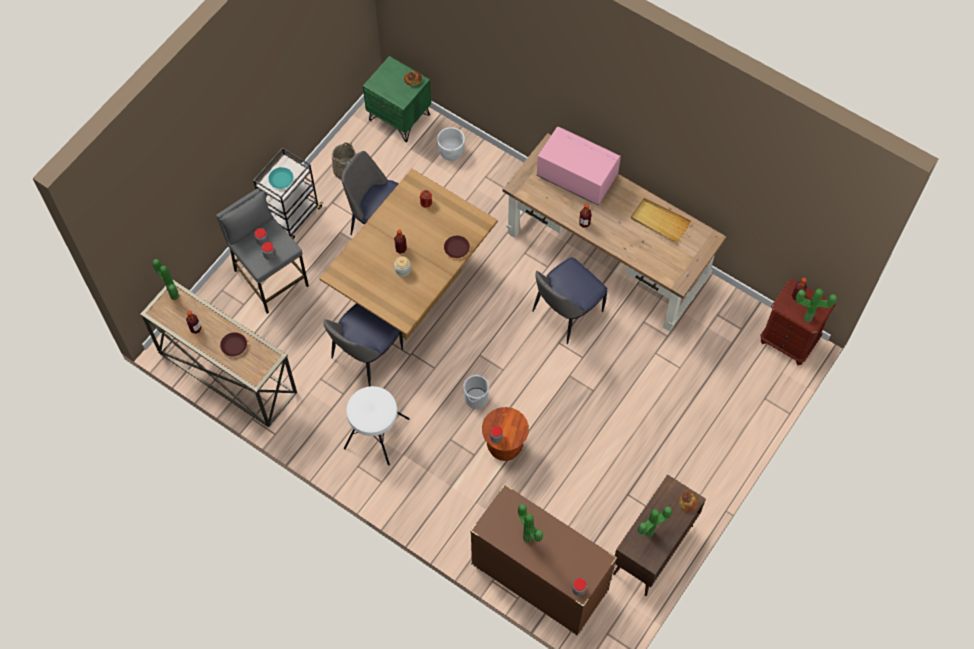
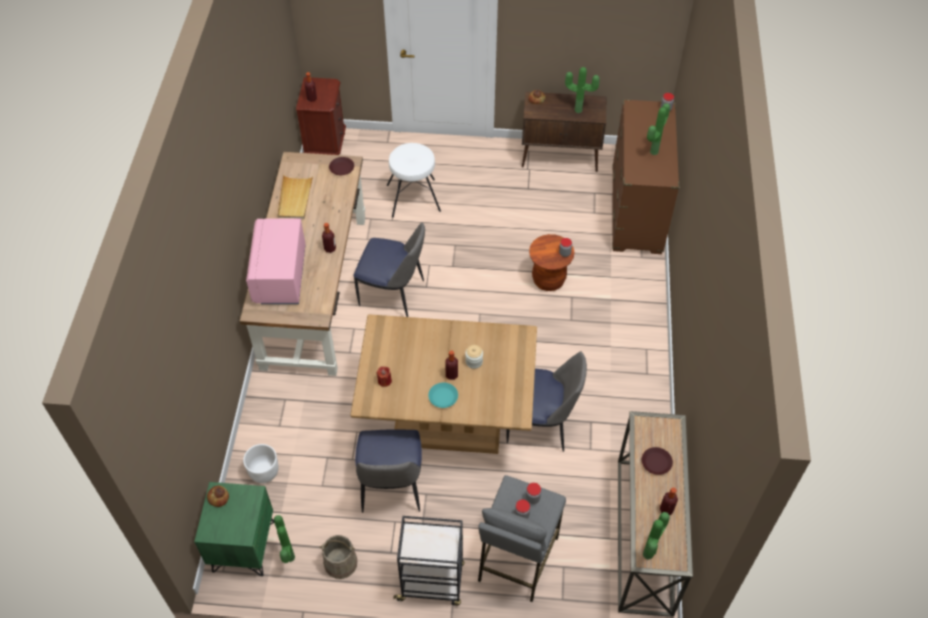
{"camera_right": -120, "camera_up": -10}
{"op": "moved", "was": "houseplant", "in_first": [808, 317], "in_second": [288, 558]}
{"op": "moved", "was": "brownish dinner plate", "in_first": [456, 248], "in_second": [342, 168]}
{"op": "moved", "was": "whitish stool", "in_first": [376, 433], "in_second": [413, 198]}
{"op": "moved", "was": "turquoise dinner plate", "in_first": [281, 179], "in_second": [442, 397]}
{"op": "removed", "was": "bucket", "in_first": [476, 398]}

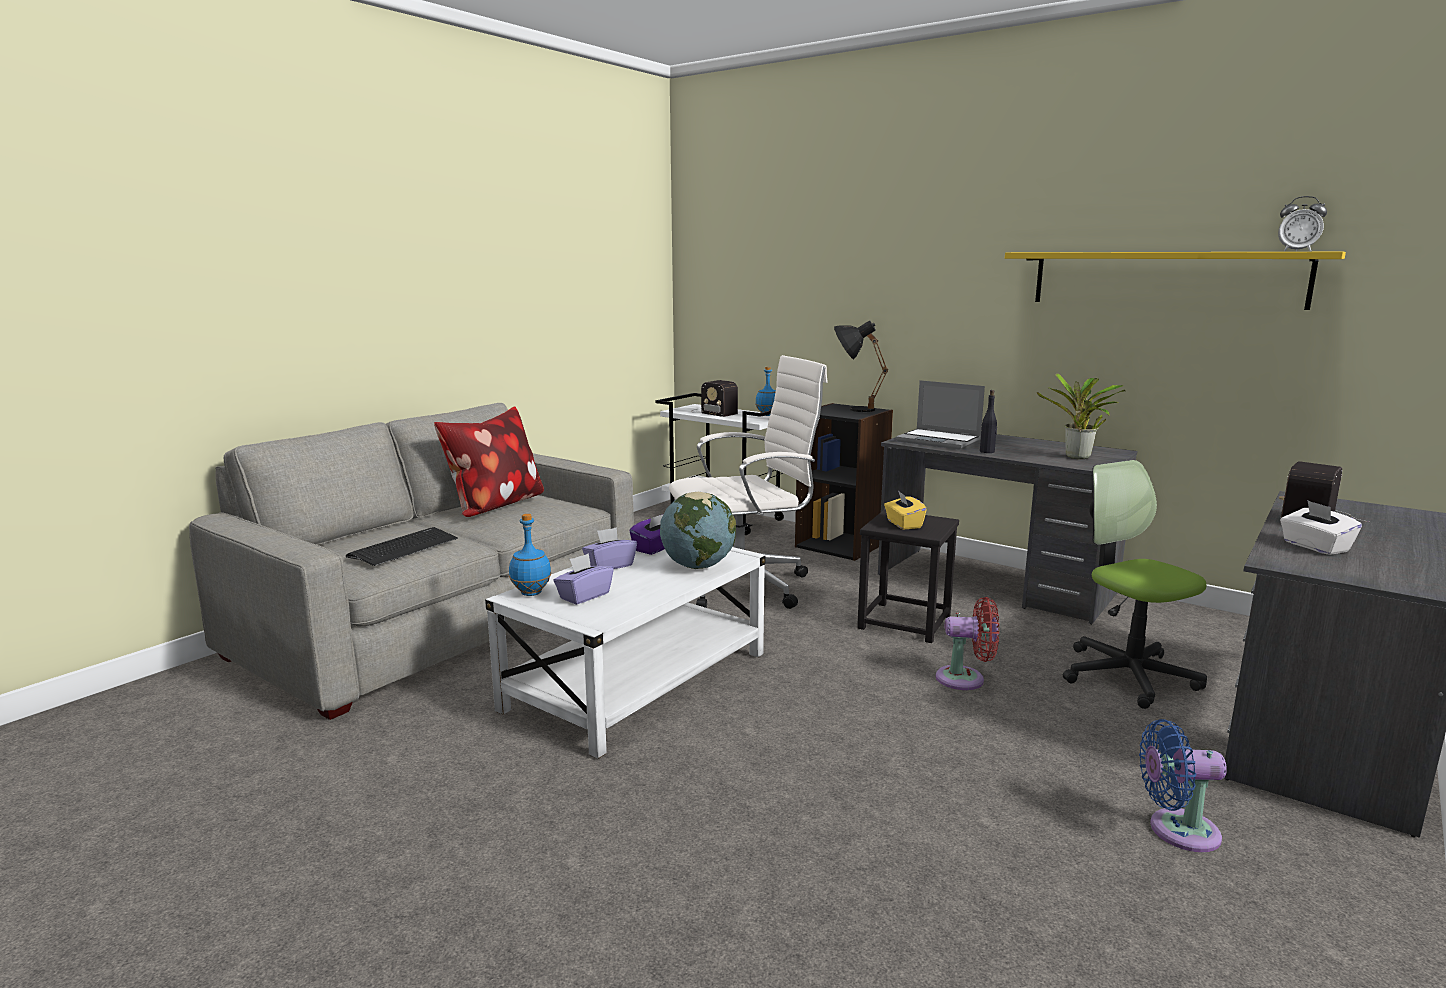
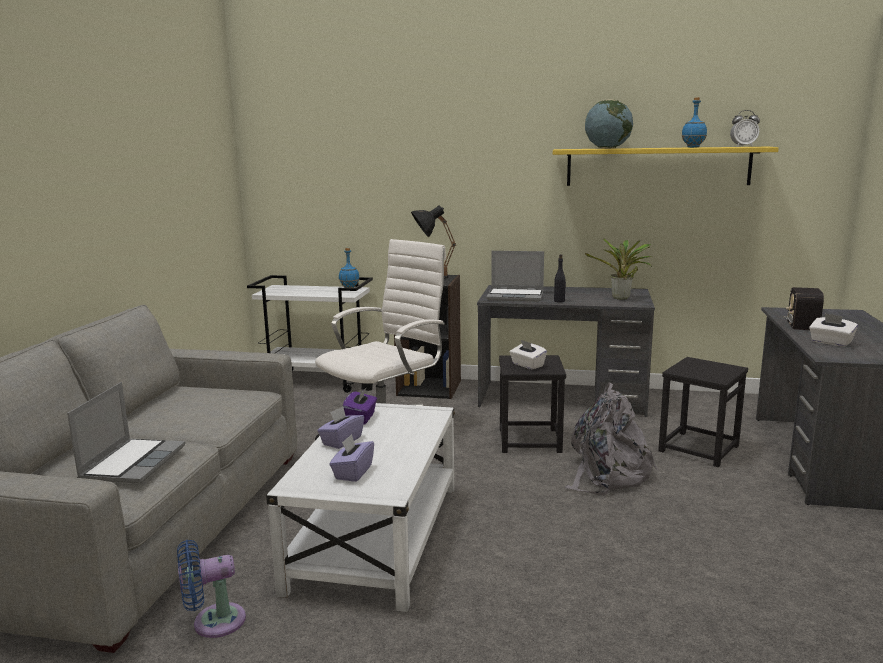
{"camera_right": -25, "camera_up": 0}
{"op": "replaced", "was": "PC keyboard", "now": "notebook computer", "in_first": [404, 548], "in_second": [133, 462]}
{"op": "moved", "was": "blue electric fan", "in_first": [1176, 830], "in_second": [213, 622]}
{"op": "recoloured", "was": "yellow tissue box", "now": "whitish tissue box", "in_first": [903, 524], "in_second": [527, 365]}
{"op": "replaced", "was": "red electric fan", "now": "gray backpack", "in_first": [965, 679], "in_second": [607, 475]}
{"op": "moved", "was": "desk globe", "in_first": [698, 566], "in_second": [607, 148]}
{"op": "replaced", "was": "office chair", "now": "blackish stool", "in_first": [1128, 675], "in_second": [698, 448]}
{"op": "moved", "was": "blue drink bottle", "in_first": [531, 593], "in_second": [693, 147]}
{"op": "removed", "was": "cushion", "in_first": [495, 506]}
{"op": "removed", "was": "radio set", "in_first": [712, 412]}

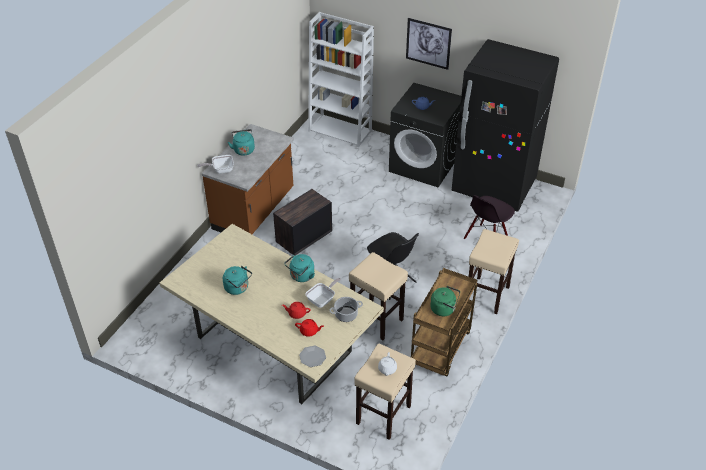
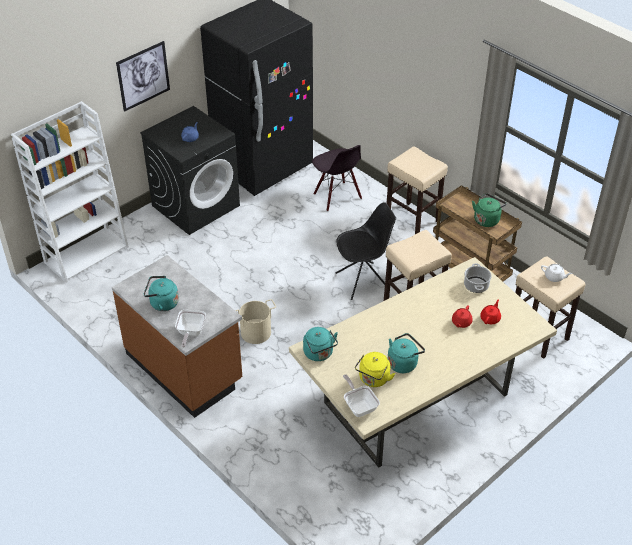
{"camera_right": -70, "camera_up": 0}
{"op": "replaced", "was": "shipping crate", "now": "beige bucket", "in_first": [304, 235], "in_second": [255, 332]}
{"op": "moved", "was": "turquoise water kettle", "in_first": [301, 276], "in_second": [319, 354]}
{"op": "moved", "was": "pan", "in_first": [322, 300], "in_second": [359, 406]}
{"op": "added", "now": "yellow water kettle", "in_second": [373, 379]}
{"op": "removed", "was": "dinner plate", "in_first": [312, 357]}

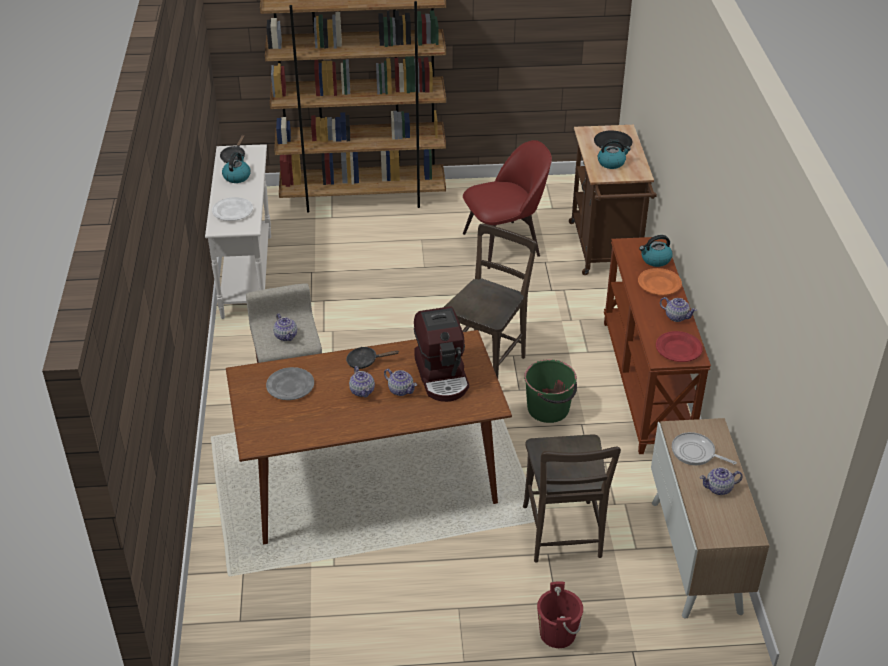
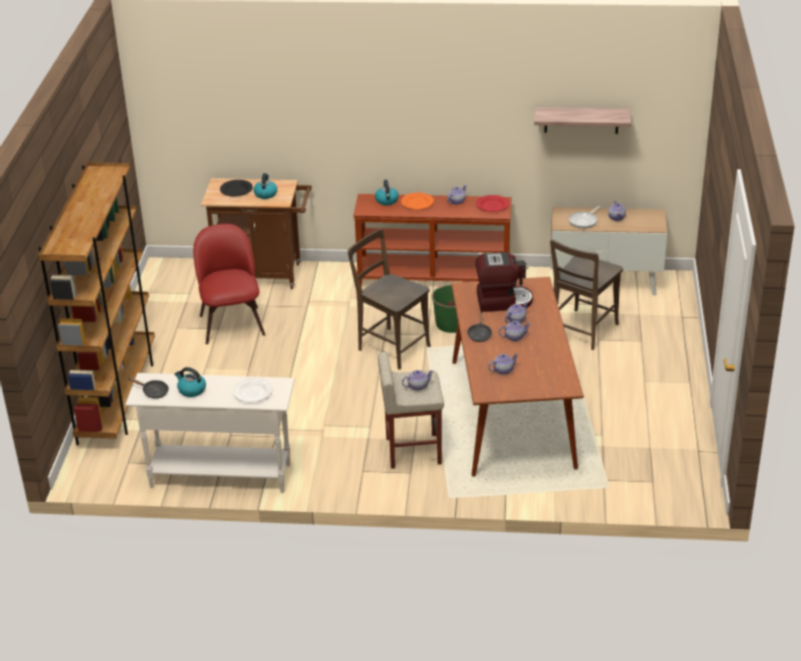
{"camera_right": -80, "camera_up": -5}
{"op": "replaced", "was": "gray dinner plate", "now": "pot for tea", "in_first": [290, 386], "in_second": [502, 370]}
{"op": "added", "now": "shelf", "in_second": [581, 120]}
{"op": "turned", "was": "brownish upright chair", "in_first": [562, 535], "in_second": [582, 331], "clockwise": 120}
{"op": "removed", "was": "red bucket", "in_first": [557, 633]}

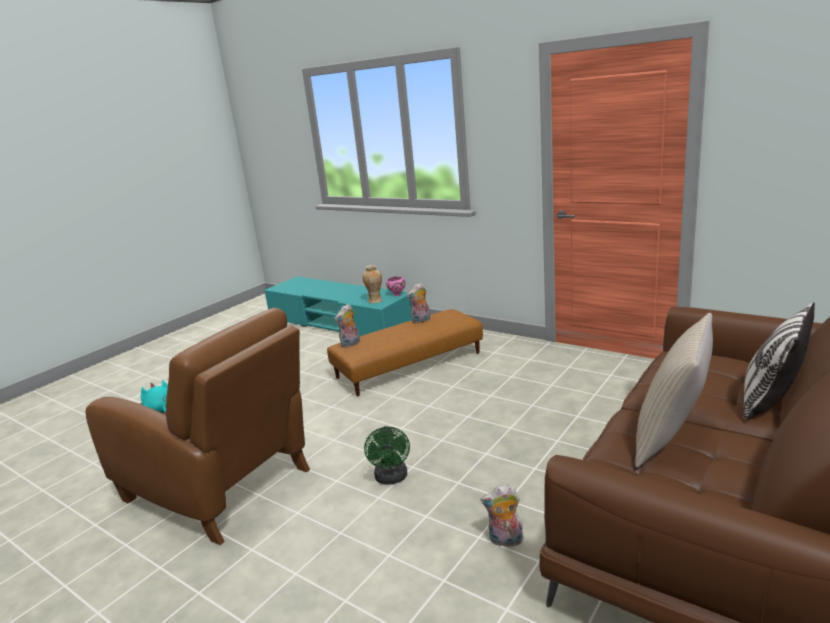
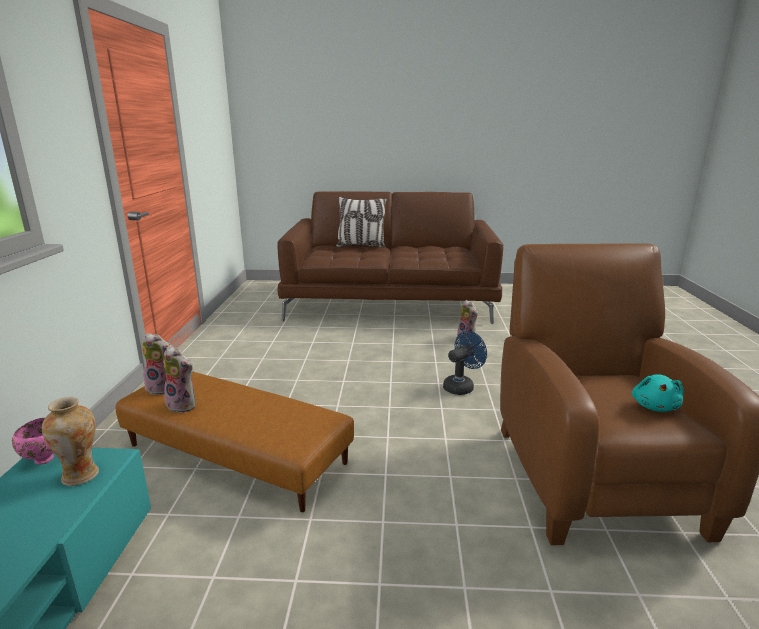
{"camera_right": -125, "camera_up": 0}
{"op": "moved", "was": "cuddly toy", "in_first": [350, 344], "in_second": [163, 388]}
{"op": "recoloured", "was": "green-coloured electric fan", "now": "blue electric fan", "in_first": [391, 478], "in_second": [461, 386]}
{"op": "removed", "was": "beige cushion", "in_first": [671, 438]}

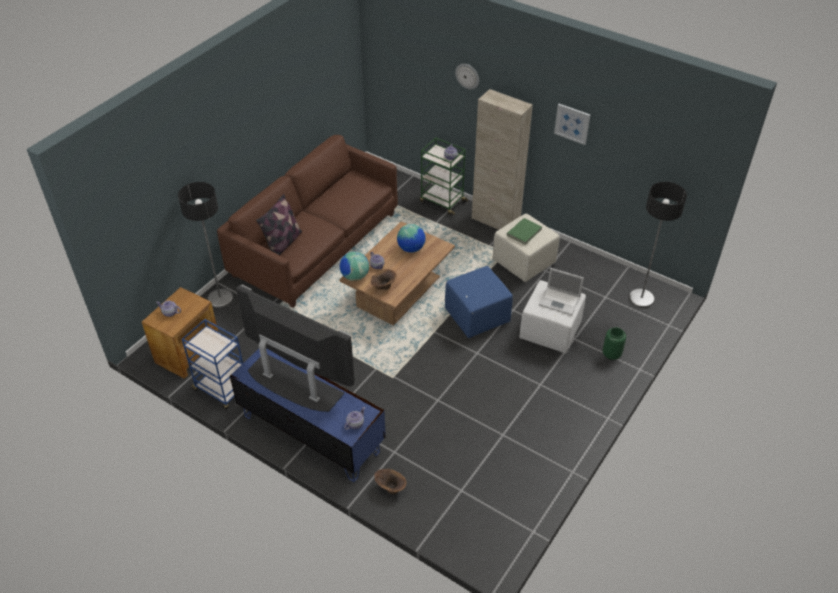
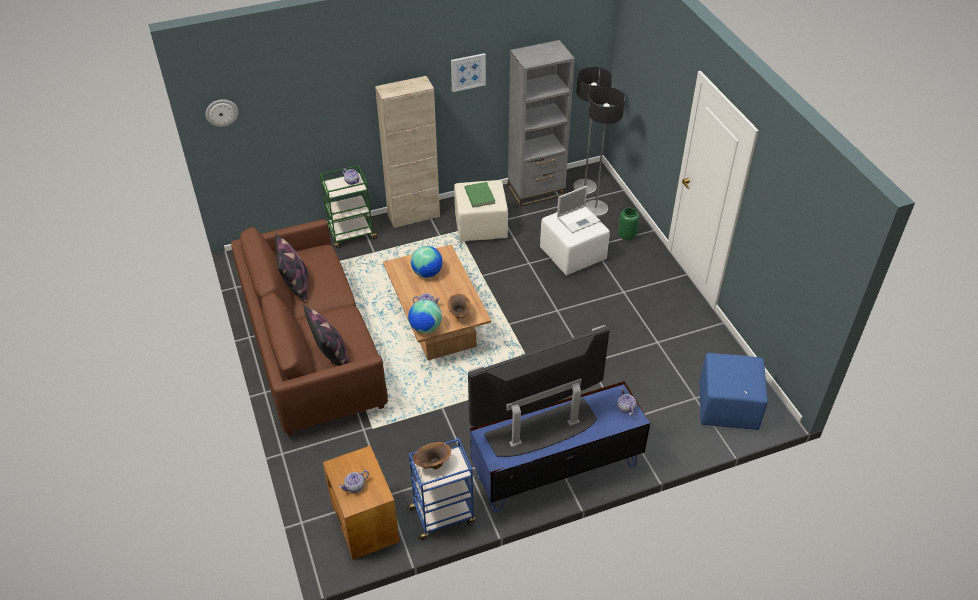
{"camera_right": -55, "camera_up": 0}
{"op": "moved", "was": "hanging clock", "in_first": [467, 76], "in_second": [221, 112]}
{"op": "added", "now": "cushion", "in_second": [296, 285]}
{"op": "moved", "was": "brownish flower vase", "in_first": [390, 488], "in_second": [432, 465]}
{"op": "added", "now": "gray bookshelf", "in_second": [536, 191]}
{"op": "moved", "was": "floor lamp", "in_first": [220, 298], "in_second": [595, 209]}
{"op": "moved", "was": "blue footrest", "in_first": [476, 317], "in_second": [728, 408]}

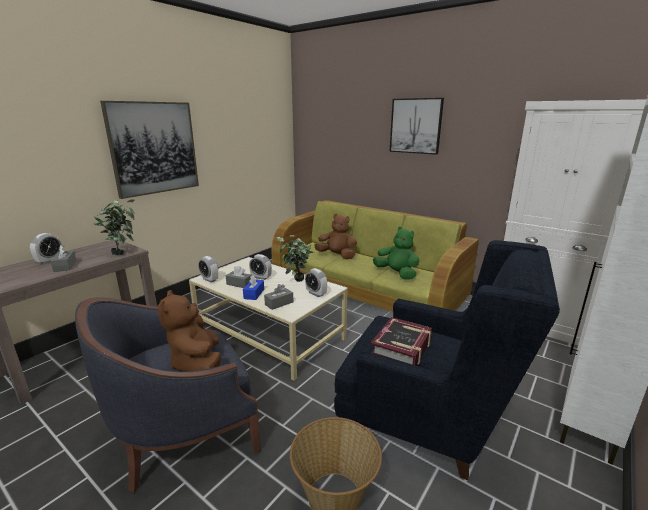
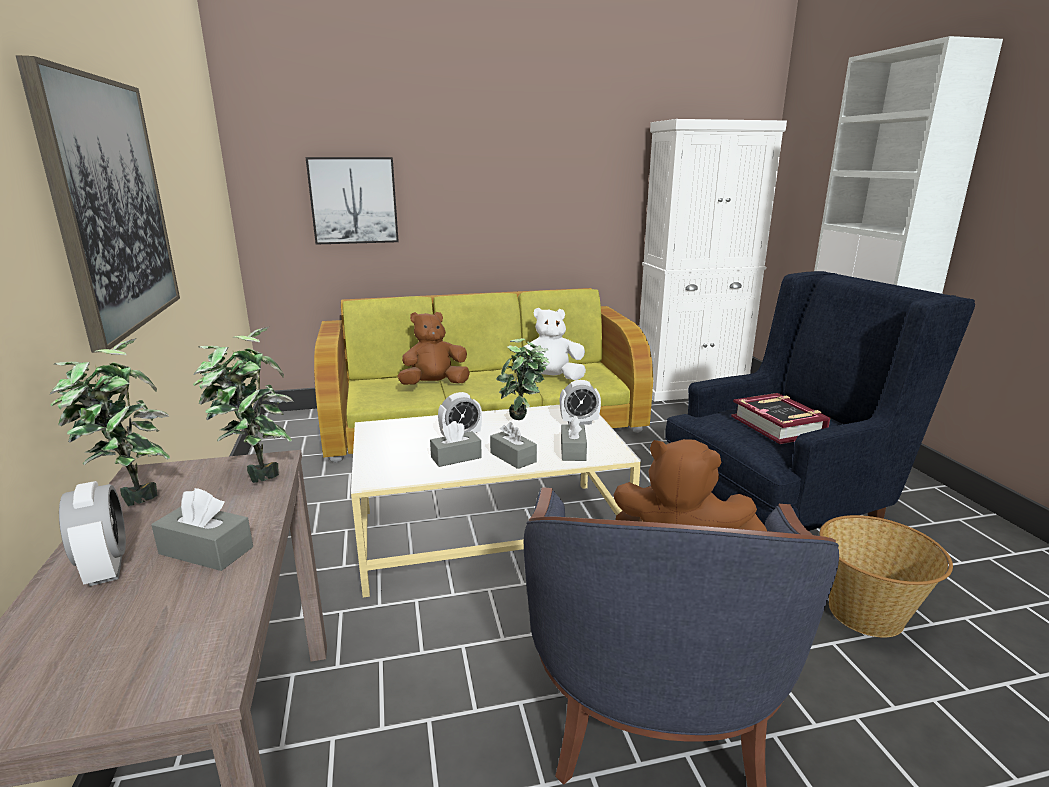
{"camera_right": -50, "camera_up": 0}
{"op": "added", "now": "houseplant", "in_second": [132, 496]}
{"op": "moved", "was": "wall picture", "in_first": [415, 126], "in_second": [353, 200]}
{"op": "recoloured", "was": "blue tissue box", "now": "gray tissue box", "in_first": [254, 294], "in_second": [513, 457]}
{"op": "recoloured", "was": "green-coloured cuddly toy", "now": "whitish cuddly toy", "in_first": [397, 274], "in_second": [550, 379]}
{"op": "removed", "was": "table clock", "in_first": [209, 279]}

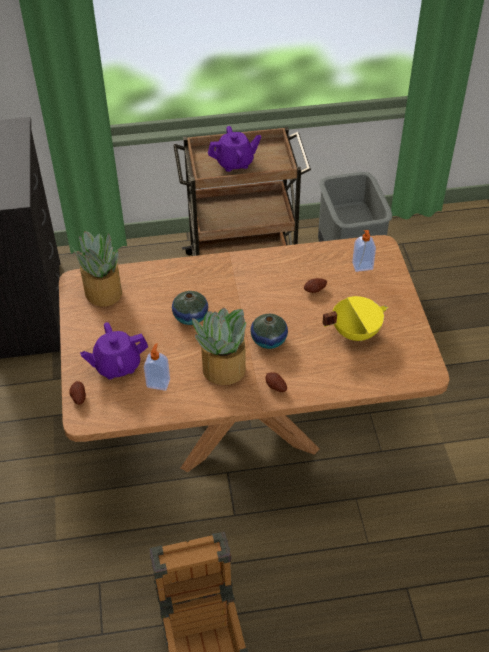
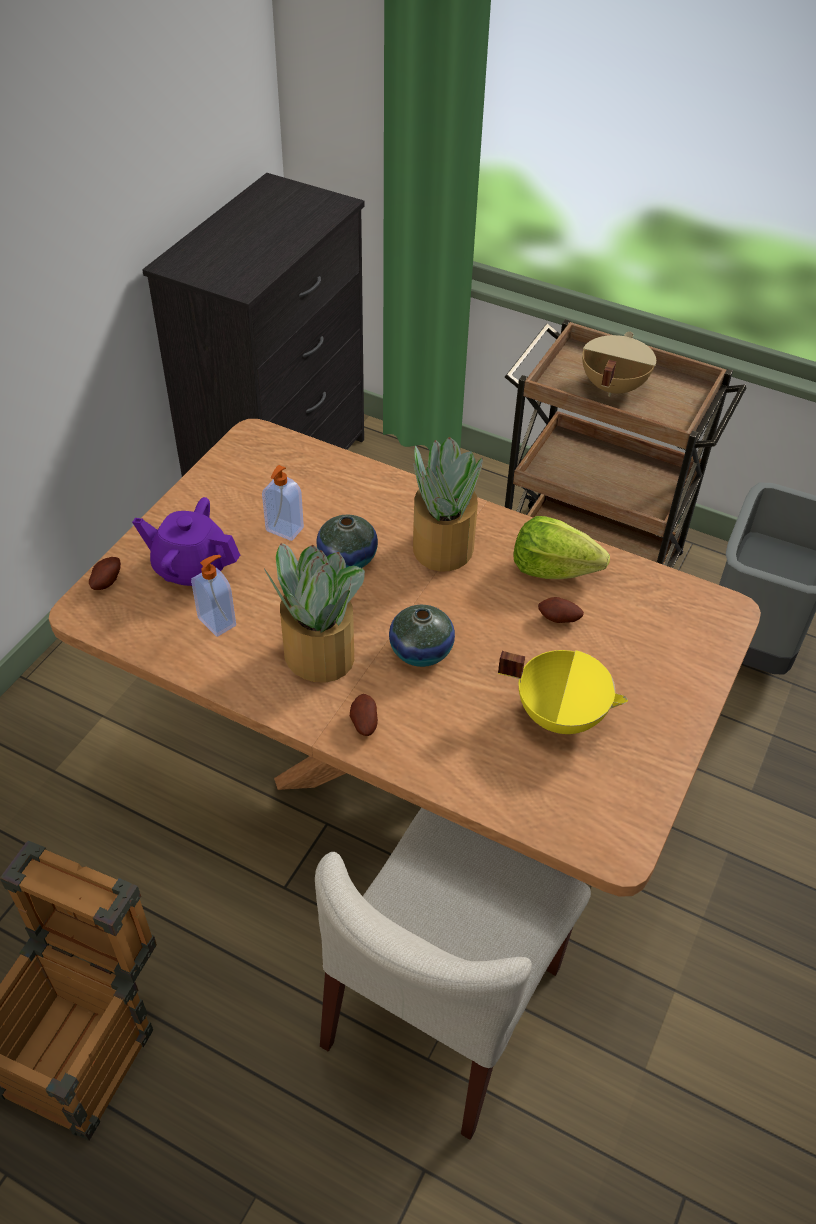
{"camera_right": 35, "camera_up": 0}
{"op": "moved", "was": "soap dispenser", "in_first": [362, 267], "in_second": [284, 530]}
{"op": "added", "now": "beige upright chair", "in_second": [443, 1009]}
{"op": "moved", "was": "houseplant", "in_first": [103, 293], "in_second": [442, 548]}
{"op": "added", "now": "lettuce head", "in_second": [553, 569]}
{"op": "replaced", "was": "purplish pot for tea", "now": "beige stockpot", "in_first": [235, 163], "in_second": [611, 387]}

